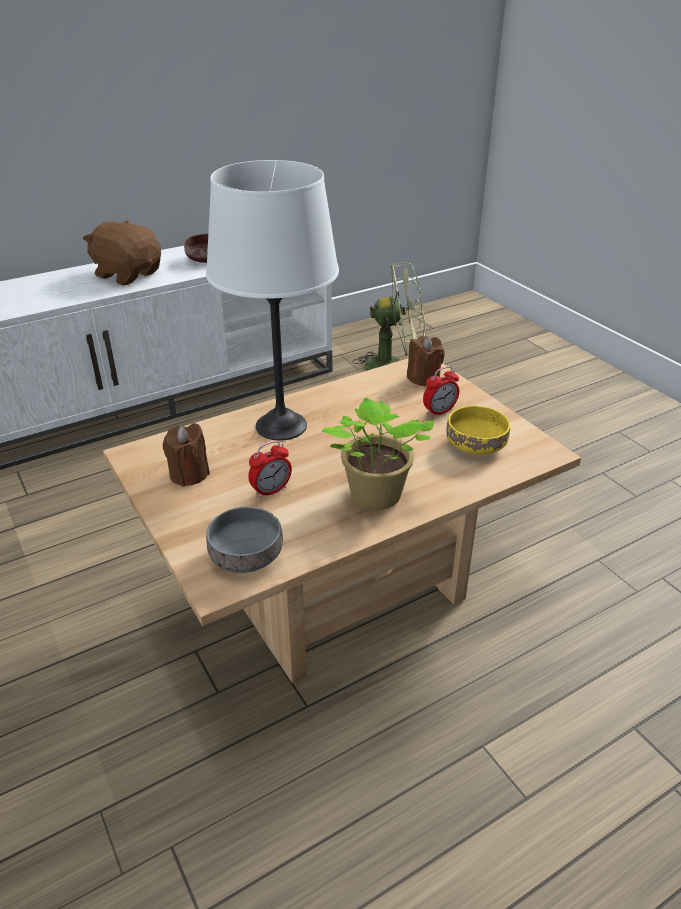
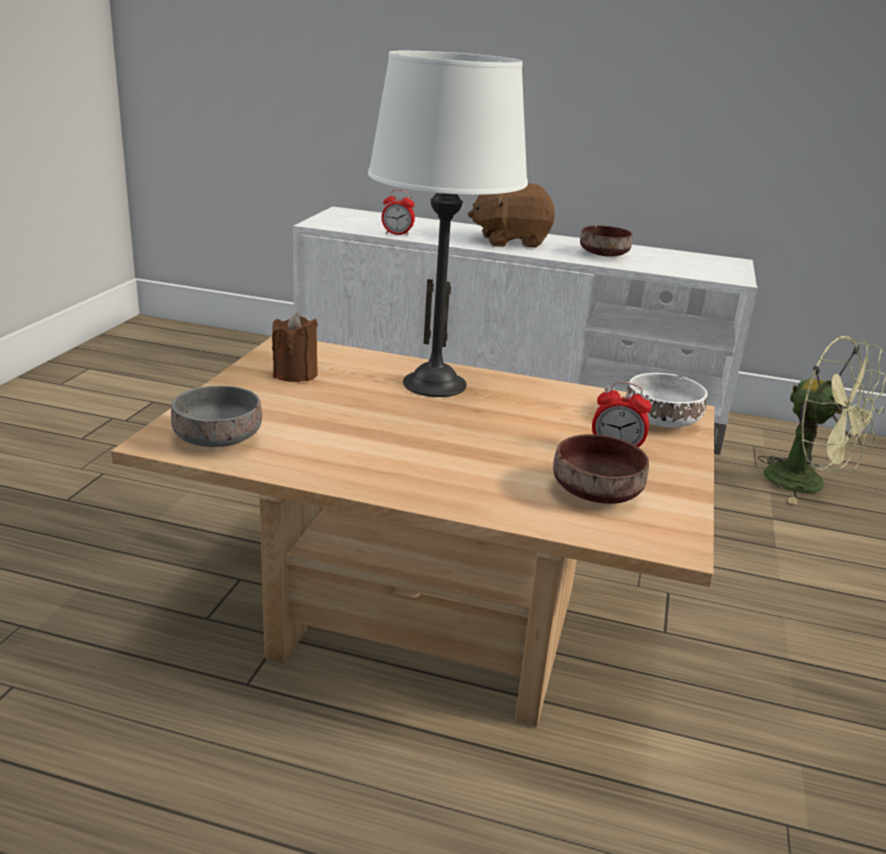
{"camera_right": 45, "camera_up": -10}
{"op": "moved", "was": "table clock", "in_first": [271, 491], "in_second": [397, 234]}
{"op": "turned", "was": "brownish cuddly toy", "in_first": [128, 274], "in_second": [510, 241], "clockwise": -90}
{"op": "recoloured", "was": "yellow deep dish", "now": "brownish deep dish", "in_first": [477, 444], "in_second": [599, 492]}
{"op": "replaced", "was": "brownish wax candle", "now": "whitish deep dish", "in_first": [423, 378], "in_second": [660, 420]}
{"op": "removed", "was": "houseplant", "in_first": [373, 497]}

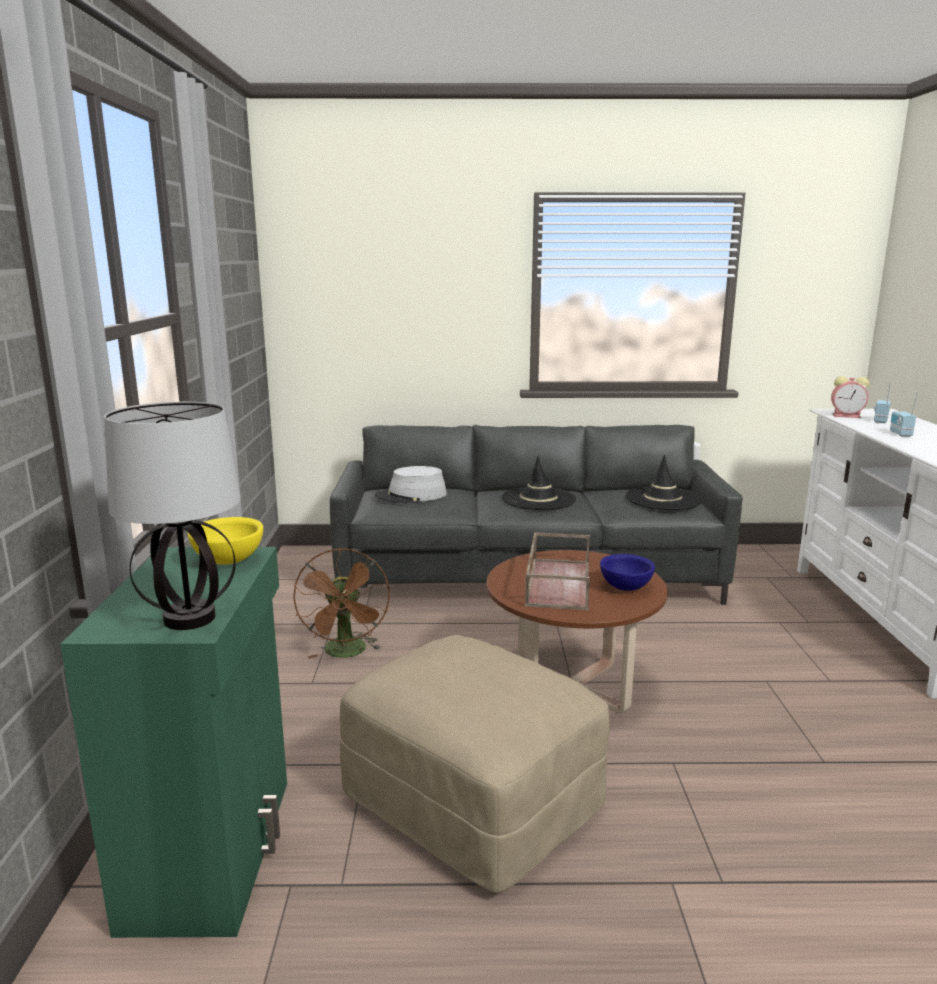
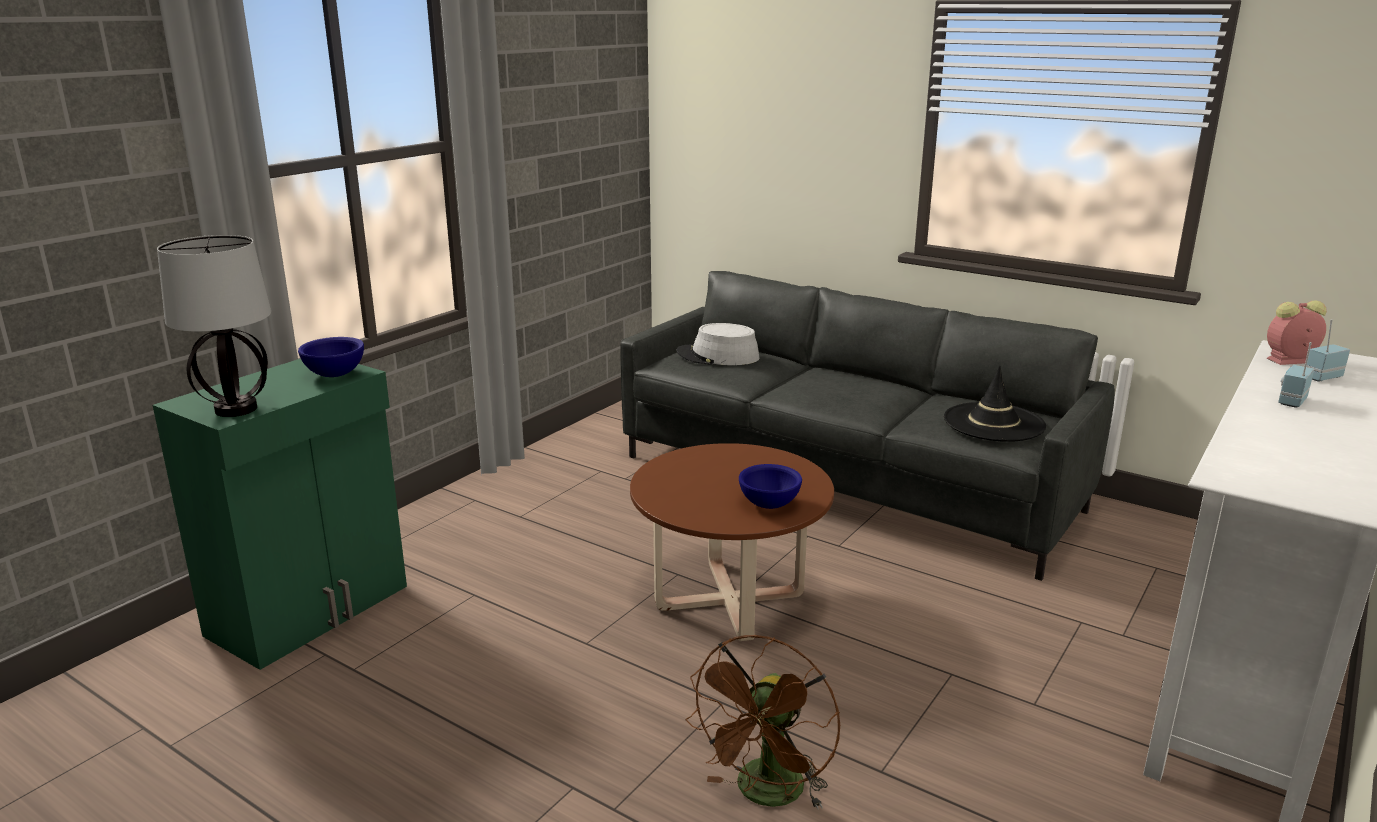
{"camera_right": 35, "camera_up": 5}
{"op": "recoloured", "was": "yellow deep dish", "now": "blue deep dish", "in_first": [229, 560], "in_second": [336, 374]}
{"op": "moved", "was": "brownish electric fan", "in_first": [347, 653], "in_second": [766, 795]}
{"op": "turned", "was": "table clock", "in_first": [847, 416], "in_second": [1289, 360], "clockwise": 120}
{"op": "removed", "was": "beige footrest", "in_first": [470, 803]}
{"op": "removed", "was": "blackish hat", "in_first": [538, 499]}
{"op": "removed", "was": "brownish serving tray", "in_first": [557, 583]}

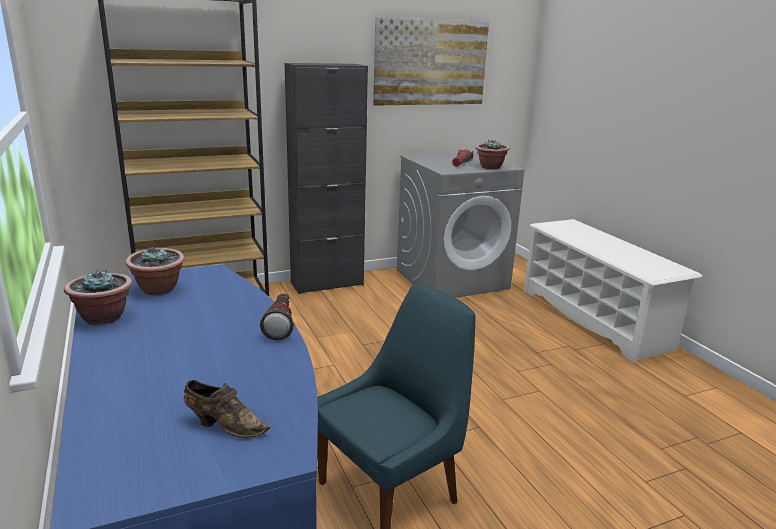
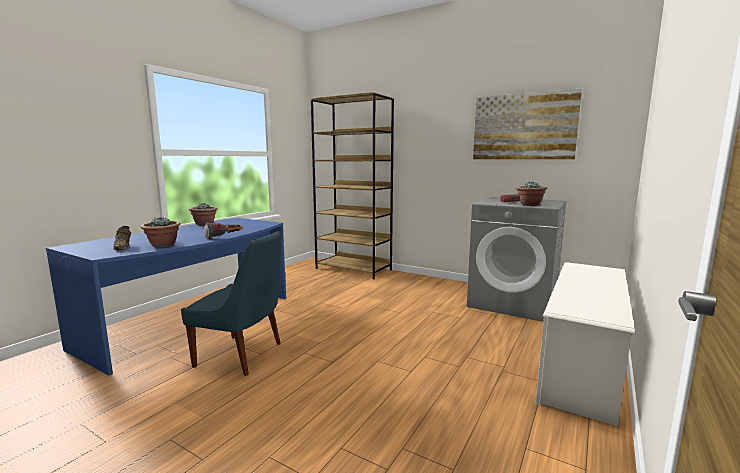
{"camera_right": 55, "camera_up": -10}
{"op": "moved", "was": "houseplant", "in_first": [159, 289], "in_second": [163, 245]}
{"op": "removed", "was": "blackish cabinet", "in_first": [327, 284]}

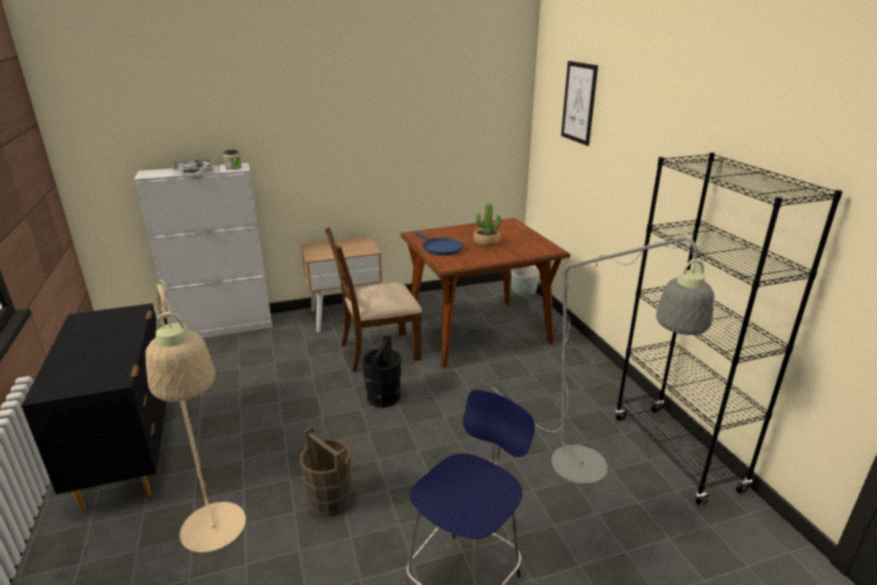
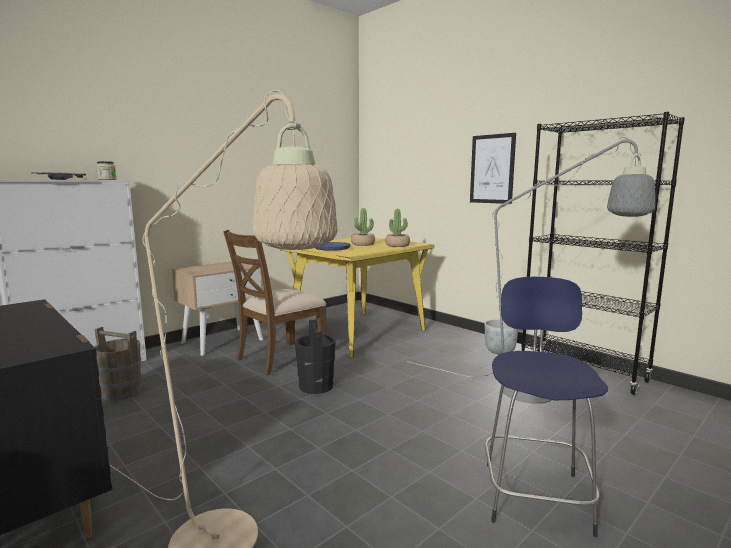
{"camera_right": -25, "camera_up": -15}
{"op": "moved", "was": "brownish bucket", "in_first": [330, 500], "in_second": [121, 392]}
{"op": "recoloured", "was": "brownish dinner table", "now": "yellow dinner table", "in_first": [478, 331], "in_second": [358, 332]}
{"op": "added", "now": "houseplant", "in_second": [397, 245]}
{"op": "moved", "was": "wall picture", "in_first": [579, 102], "in_second": [492, 169]}
{"op": "moved", "was": "gray flower pot", "in_first": [524, 293], "in_second": [499, 351]}

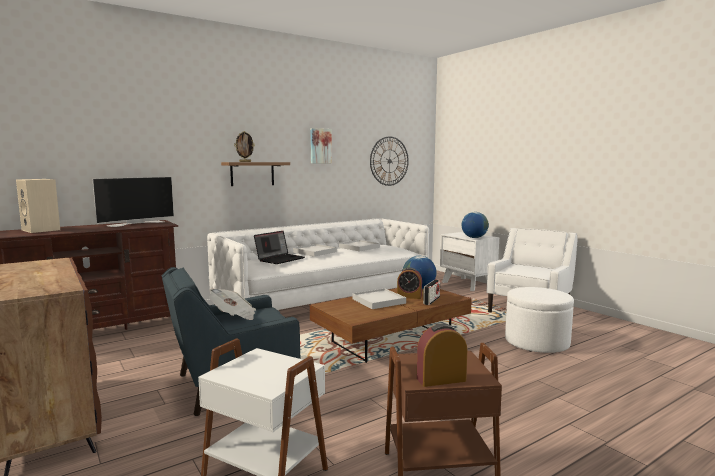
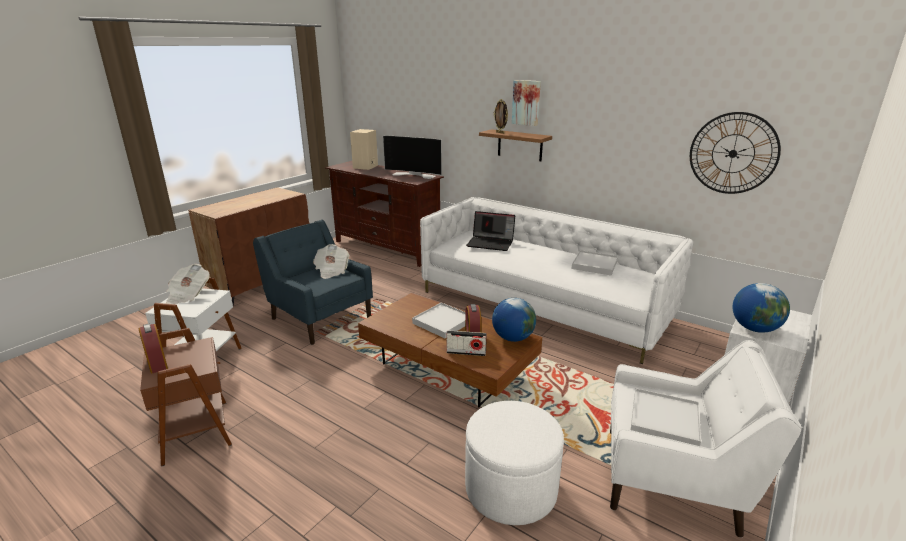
{"camera_right": 70, "camera_up": 15}
{"op": "added", "now": "daily paper", "in_second": [188, 295]}
{"op": "moved", "was": "wall picture", "in_first": [320, 146], "in_second": [526, 102]}
{"op": "moved", "was": "whitish serving tray", "in_first": [315, 252], "in_second": [664, 420]}

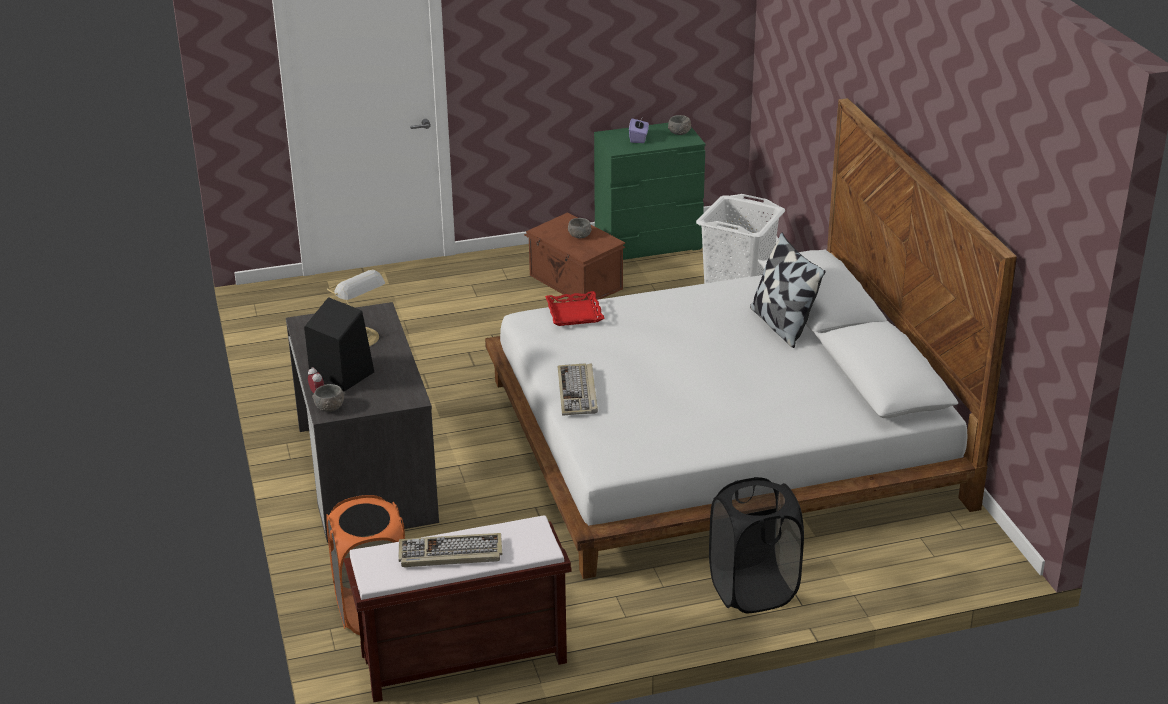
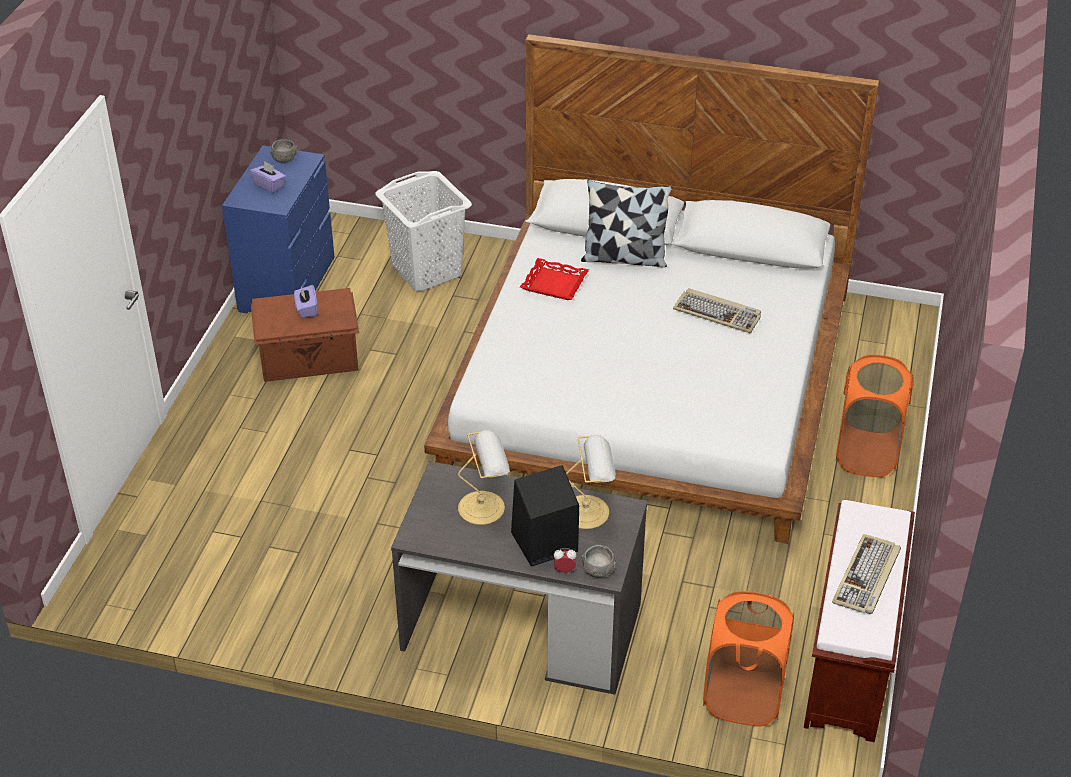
{"camera_right": -60, "camera_up": 10}
{"op": "recoloured", "was": "green-coloured chest of drawers", "now": "blue chest of drawers", "in_first": [648, 244], "in_second": [287, 285]}
{"op": "replaced", "was": "gray deep dish", "now": "purplish tissue box", "in_first": [579, 235], "in_second": [306, 309]}
{"op": "moved", "was": "red serving tray", "in_first": [575, 313], "in_second": [554, 283]}
{"op": "added", "now": "table lamp", "in_second": [588, 511]}
{"op": "moved", "was": "PC keyboard", "in_first": [578, 392], "in_second": [718, 313]}
{"op": "recoloured", "was": "blackish laundry basket", "now": "orangey laundry basket", "in_first": [752, 590], "in_second": [866, 454]}

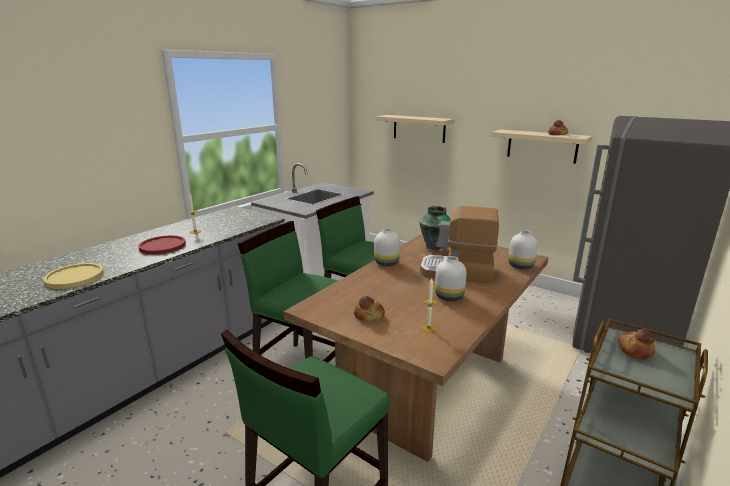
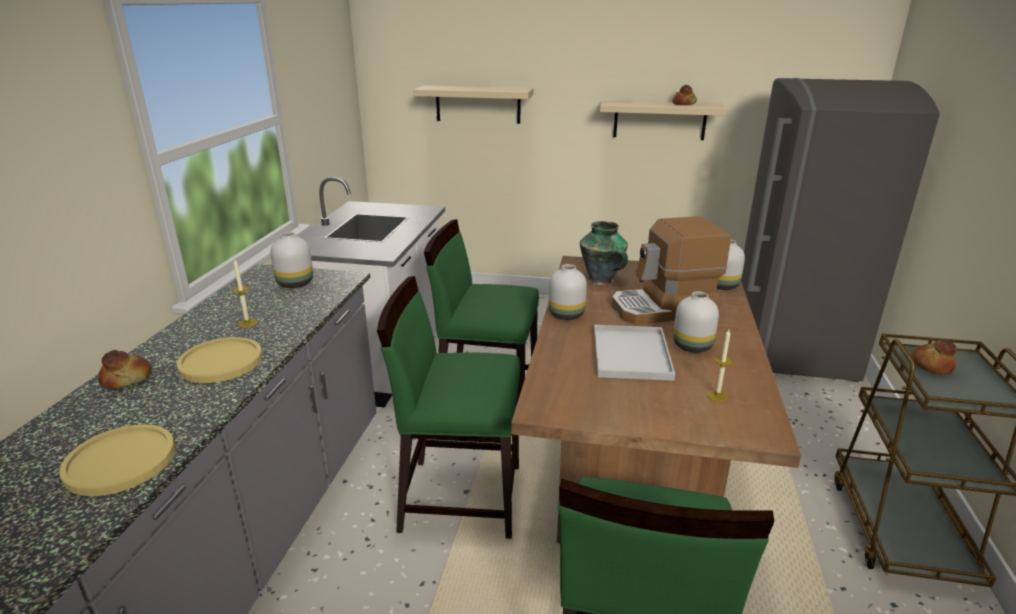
{"camera_right": -25, "camera_up": 5}
{"op": "moved", "was": "baked bread", "in_first": [369, 316], "in_second": [127, 379]}
{"op": "recoloured", "was": "red dinner plate", "now": "yellow dinner plate", "in_first": [162, 246], "in_second": [221, 361]}
{"op": "added", "now": "whitish flower vase", "in_second": [294, 283]}
{"op": "added", "now": "whitish serving tray", "in_second": [630, 352]}

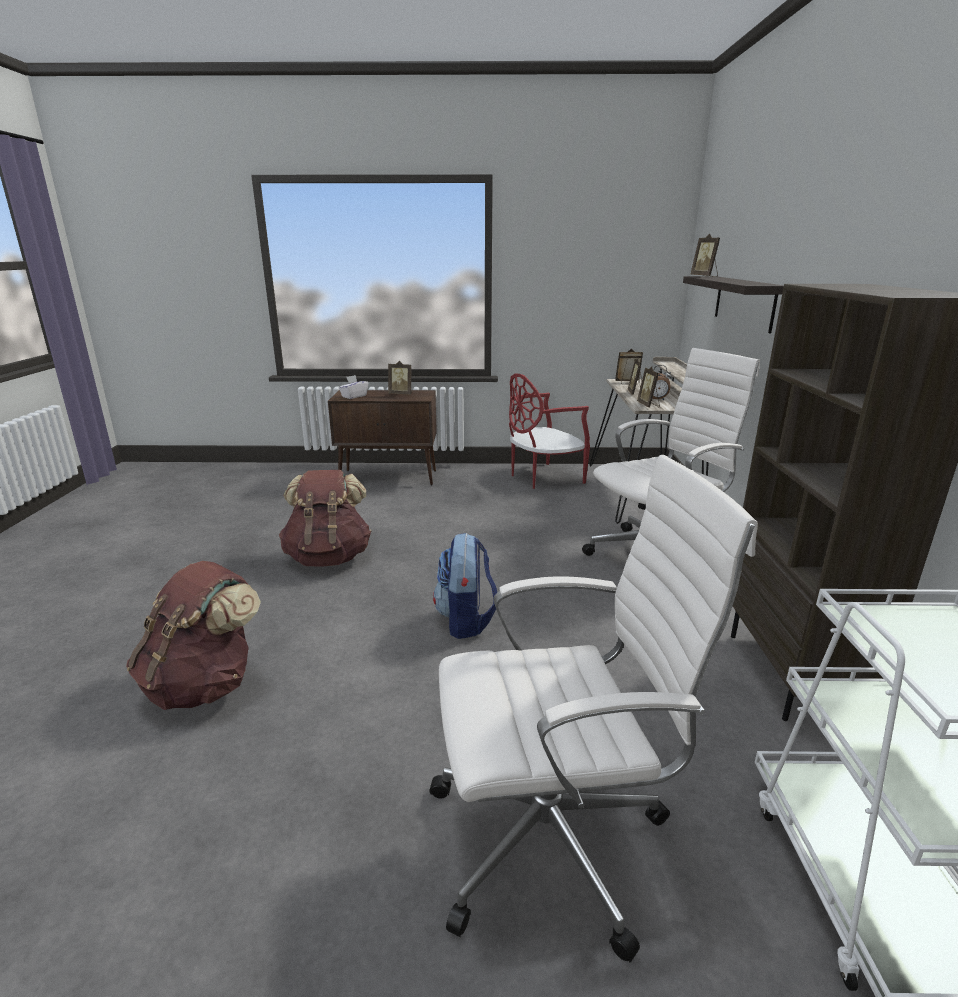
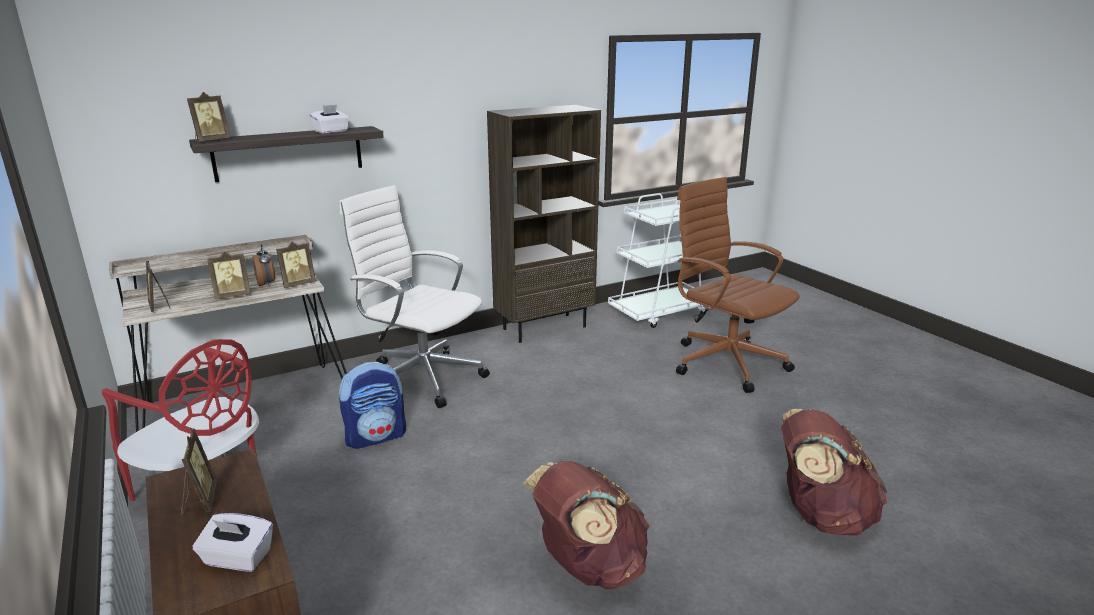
{"camera_right": -120, "camera_up": 0}
{"op": "added", "now": "whitish tissue box", "in_second": [331, 131]}
{"op": "moved", "was": "backpack", "in_first": [466, 620], "in_second": [376, 437]}
{"op": "recoloured", "was": "whitish office chair", "now": "brownish office chair", "in_first": [555, 837], "in_second": [725, 362]}

